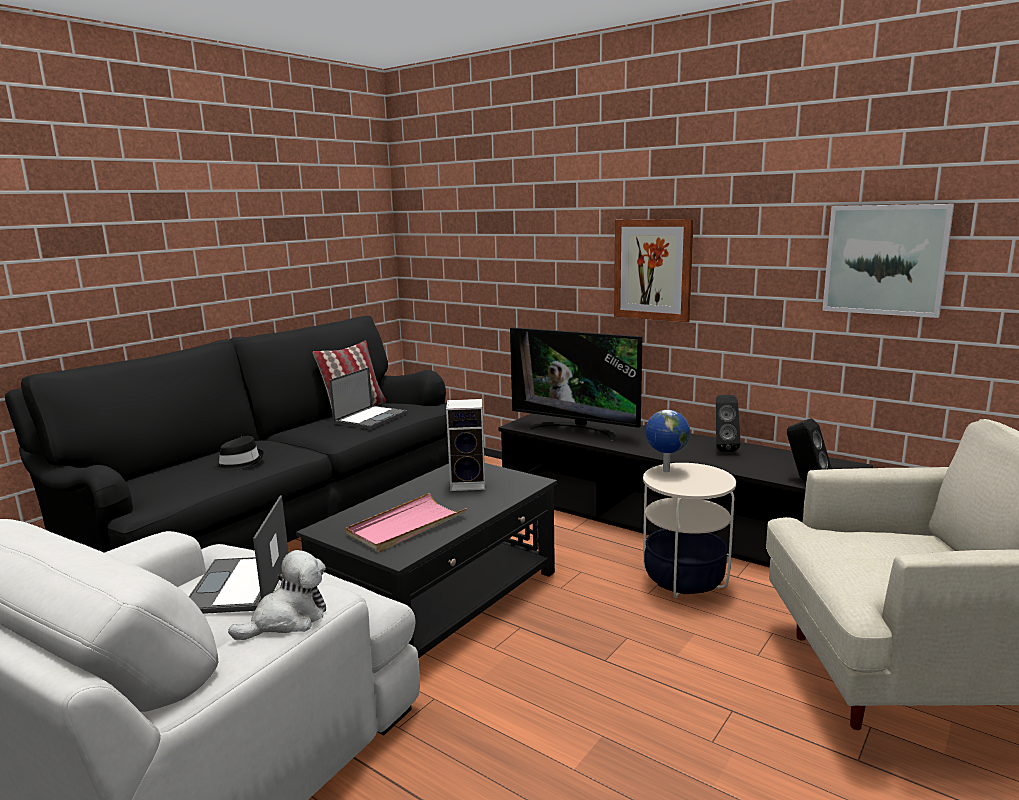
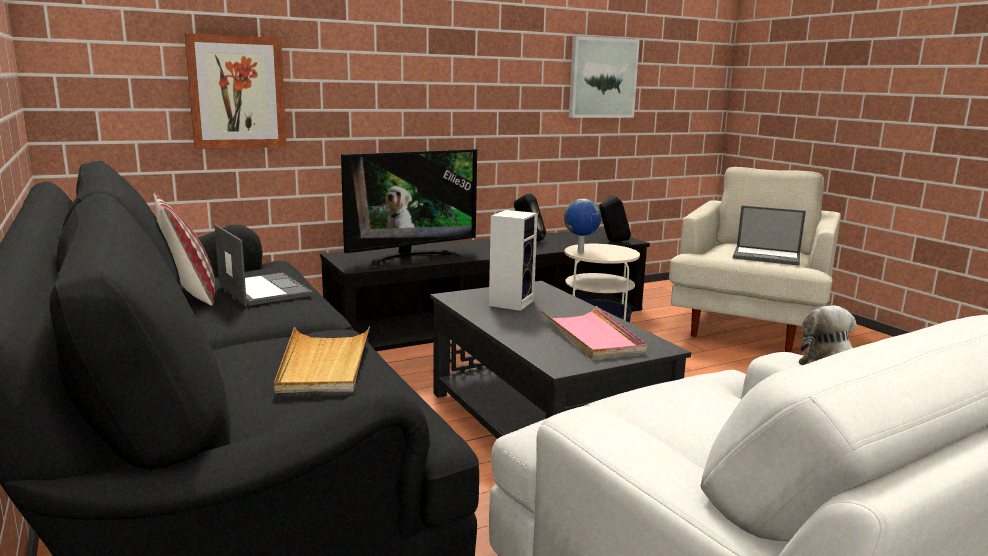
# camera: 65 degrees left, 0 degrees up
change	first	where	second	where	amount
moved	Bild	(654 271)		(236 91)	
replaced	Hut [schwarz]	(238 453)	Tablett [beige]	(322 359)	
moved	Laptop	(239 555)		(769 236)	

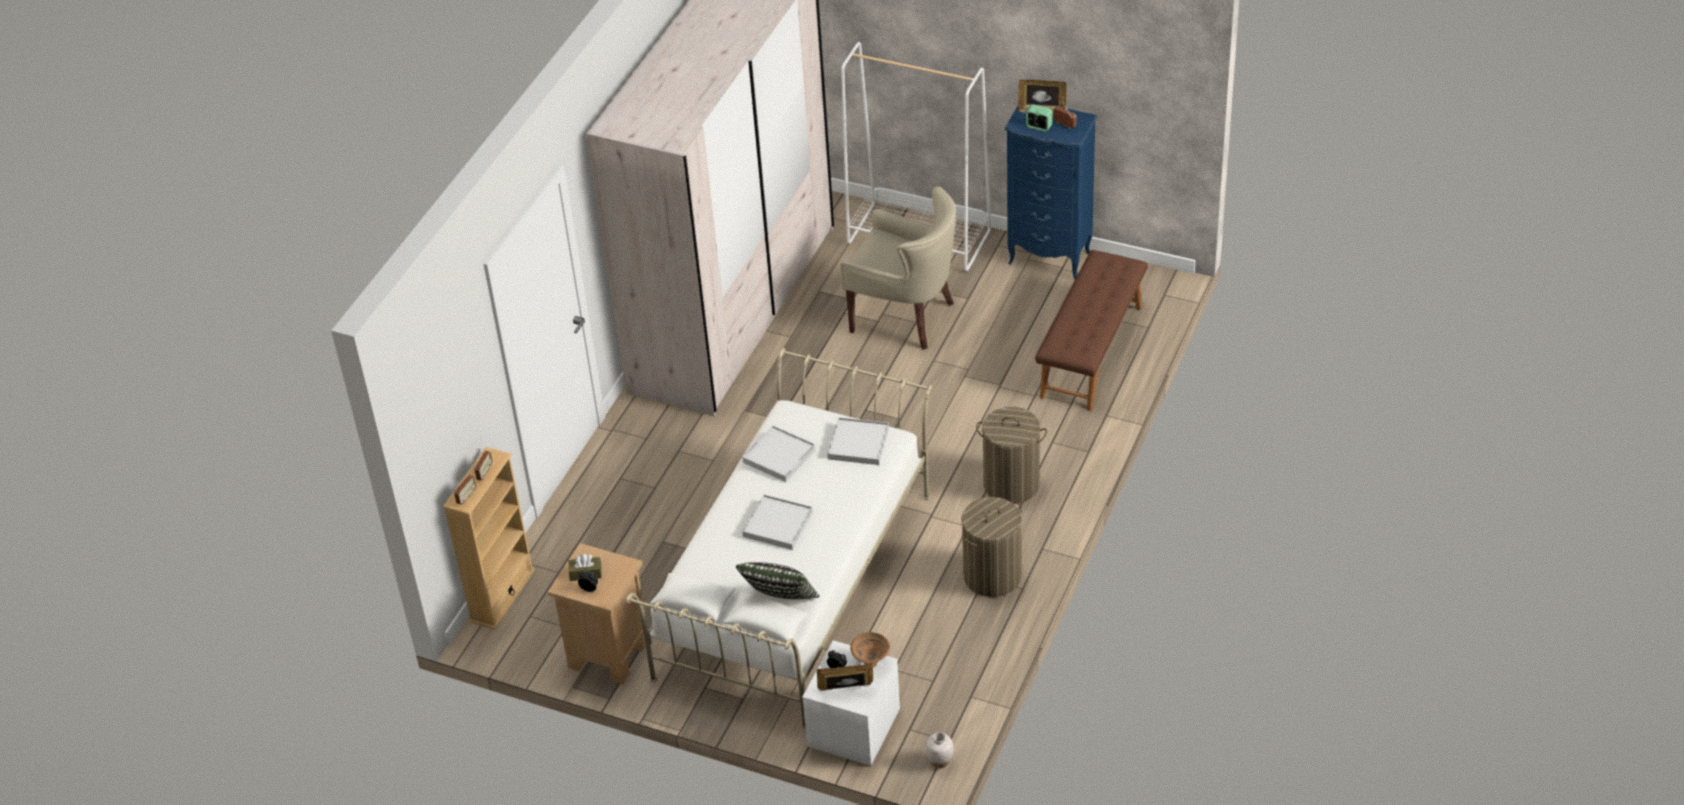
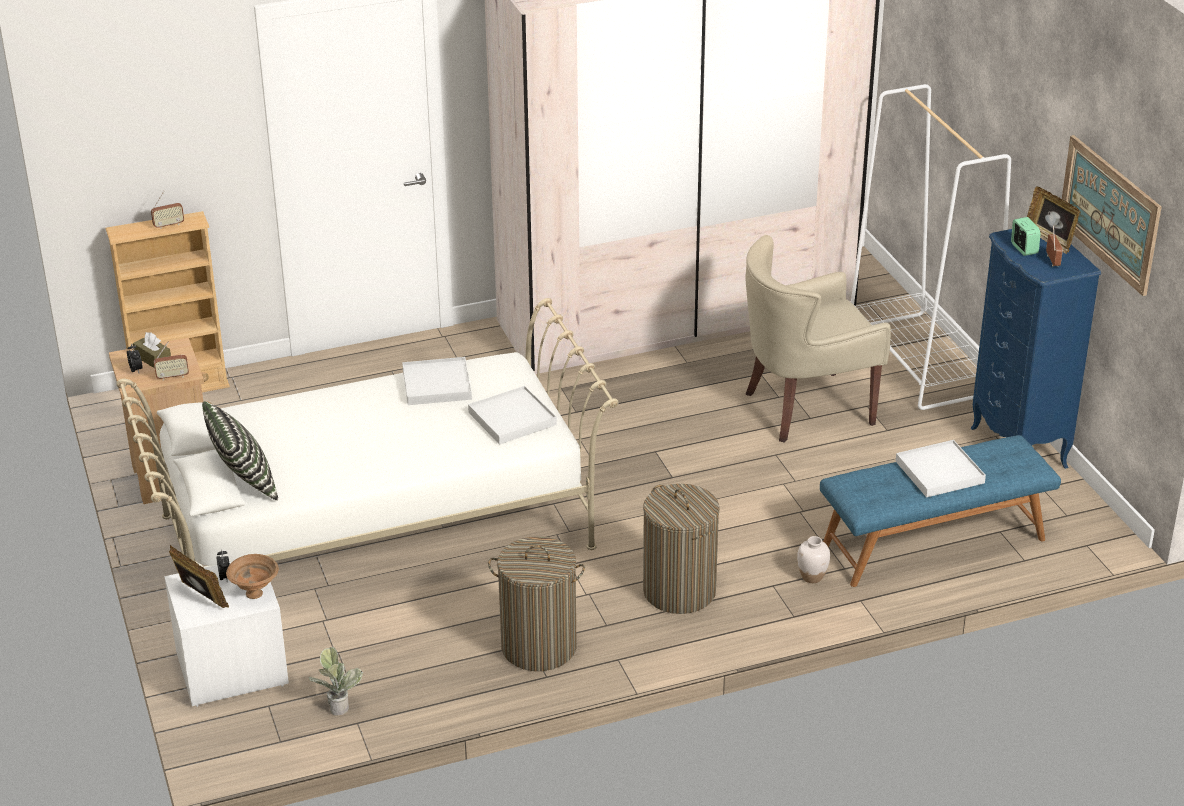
# camera: 45 degrees right, 10 degrees down
change	first	where	second	where	amount
turned	Sessel [beige]	(898 267)		(818 339)	90 degrees clockwise
recoloured	Bank [braun]	(1091 330)	Bank [blau]	(940 511)	
moved	Radio	(465 488)		(171 360)	
moved	Tablett [weiß]	(777 522)		(941 468)	
moved	Vase [weiß]	(940 750)		(813 559)	
added			Bild	(1112 215)	
added			Topfpflanze	(336 681)	

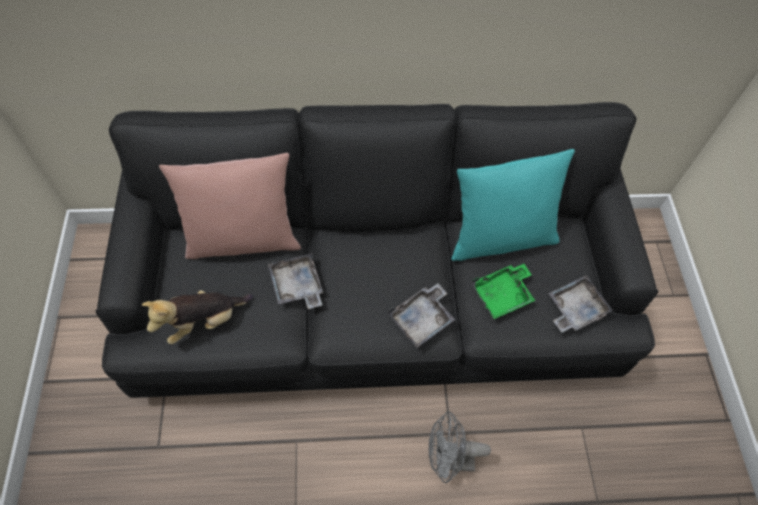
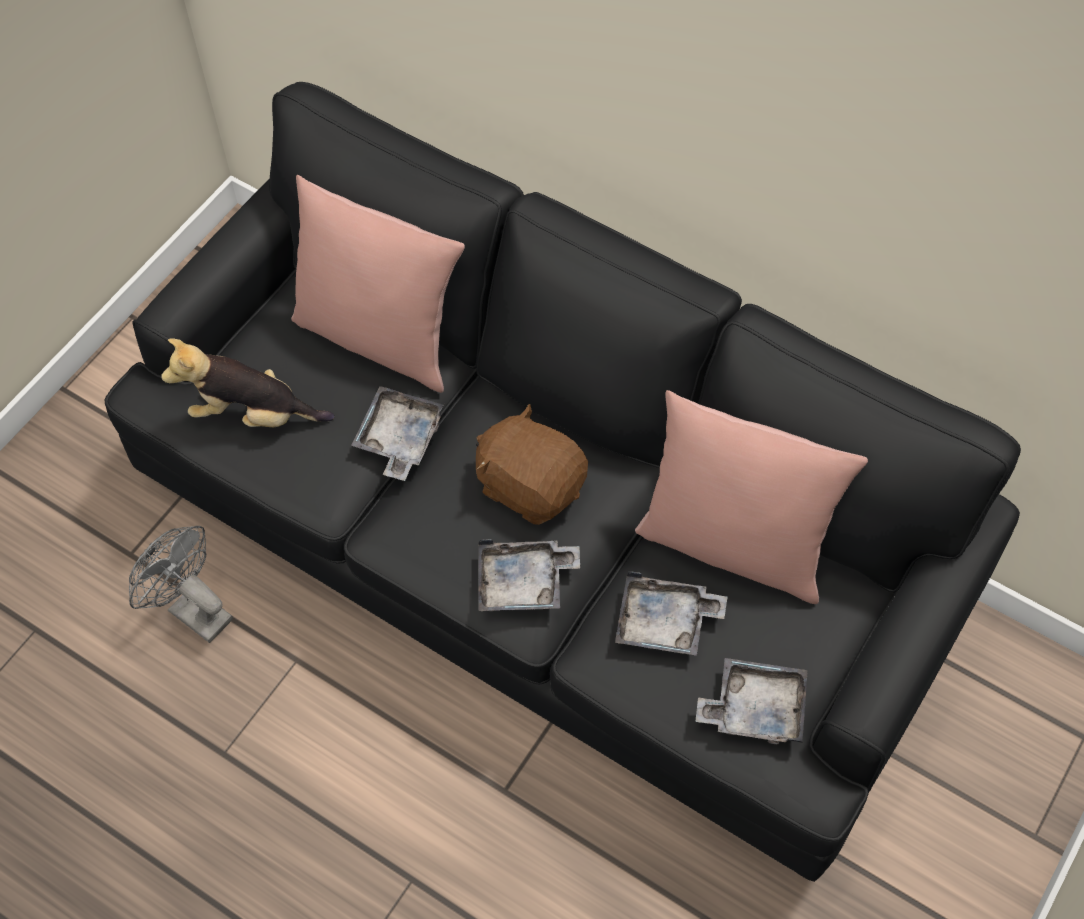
# camera: 40 degrees right, 0 degrees up
change	first	where	second	where	amount
recoloured	Kissen [türkis]	(513 205)	Kissen [rosa]	(751 497)	
recoloured	Tablett [grün]	(503 291)	Tablett [grau]	(671 613)	
moved	Ventilator [grau]	(459 447)		(181 584)	
added			Plüschtier [braun]	(532 464)	

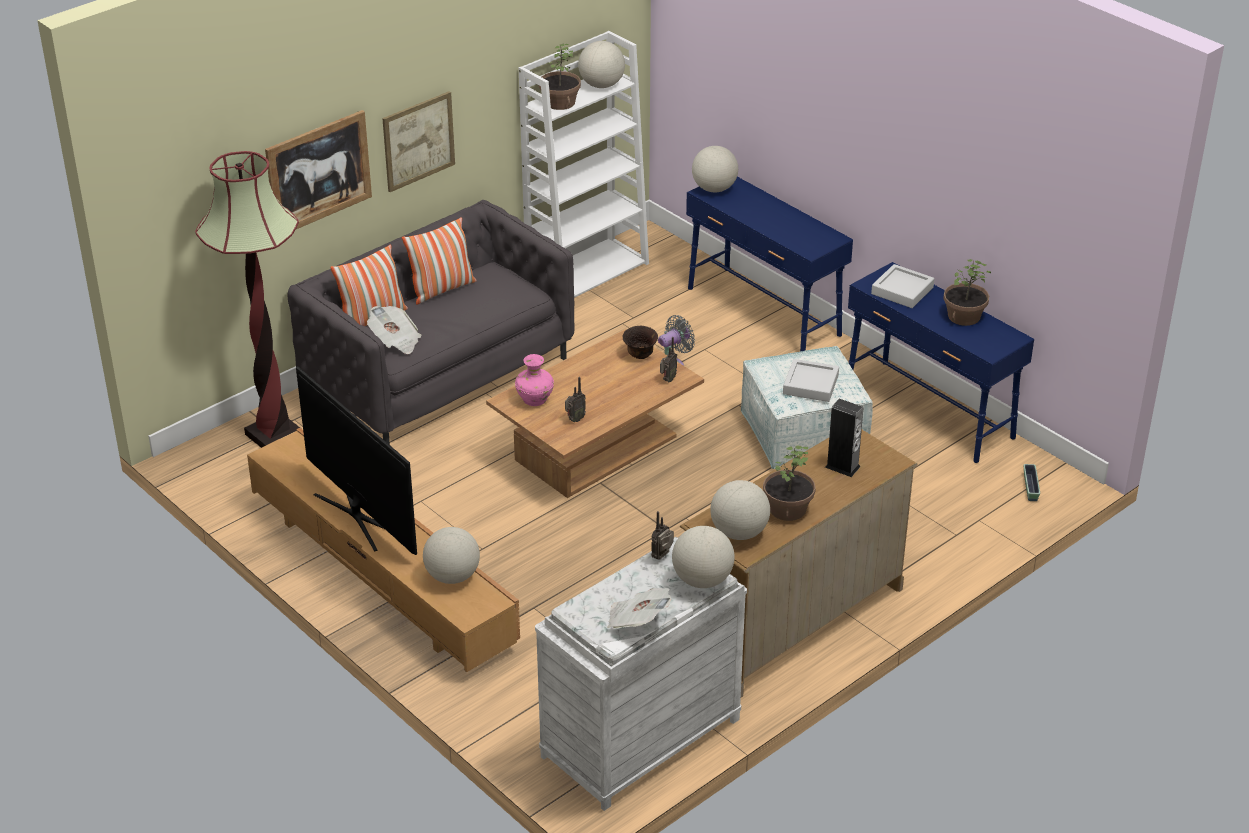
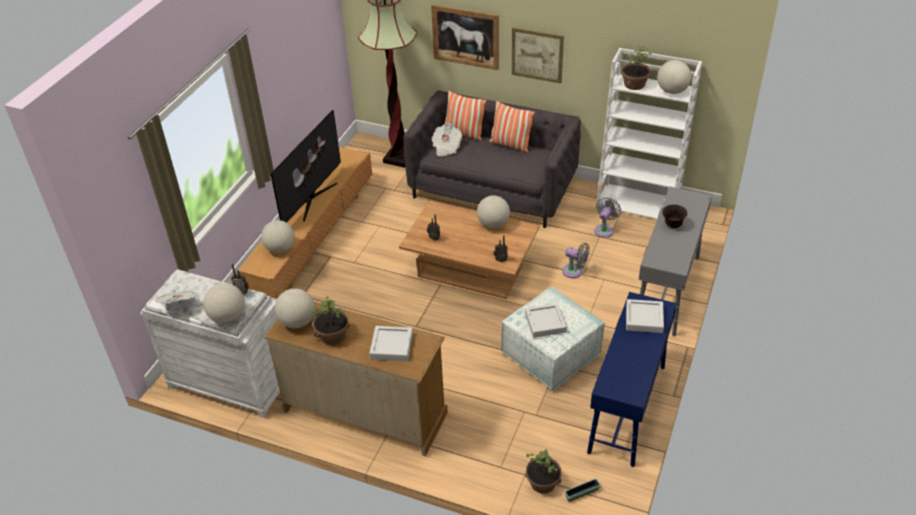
# camera: 65 degrees right, 5 degrees up
change	first	where	second	where	amount
moved	Globus	(715 169)		(493 212)	
recoloured	Konsolentisch [blau]	(769 264)	Konsolentisch [grau]	(675 261)	
moved	Topfpflanze	(967 292)		(543 471)	
moved	Schüssel [braun]	(640 342)		(675 216)	
removed	Vase [rosa]	(534 380)			
replaced	Lautsprecher	(844 438)	Tablett [grau]	(391 343)	
added			Ventilator [grau]	(607 217)	

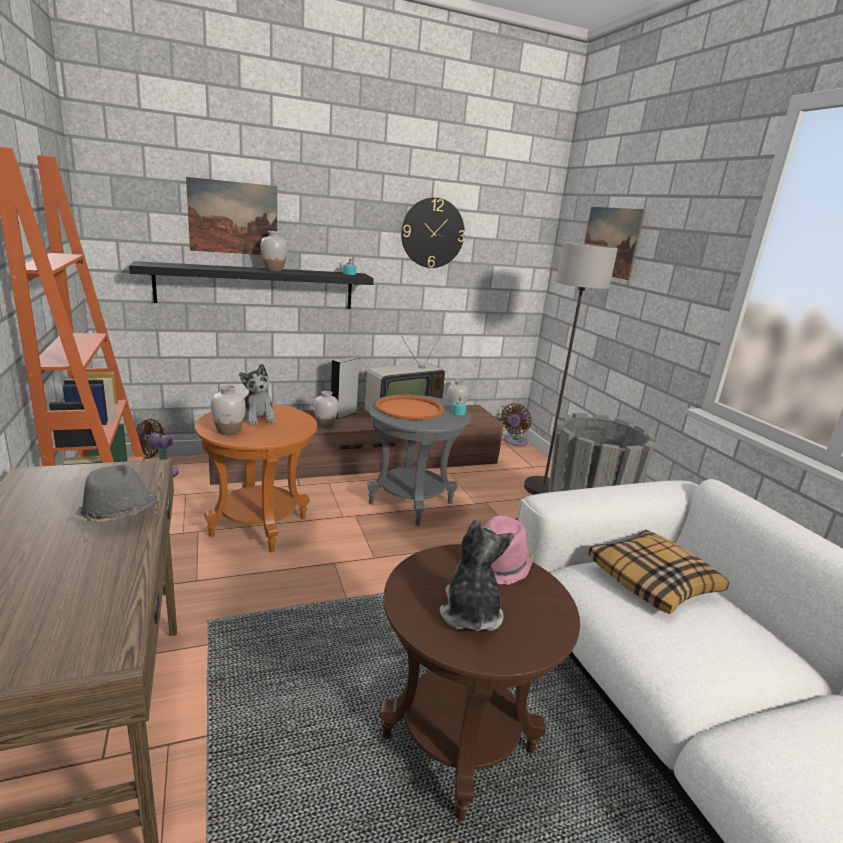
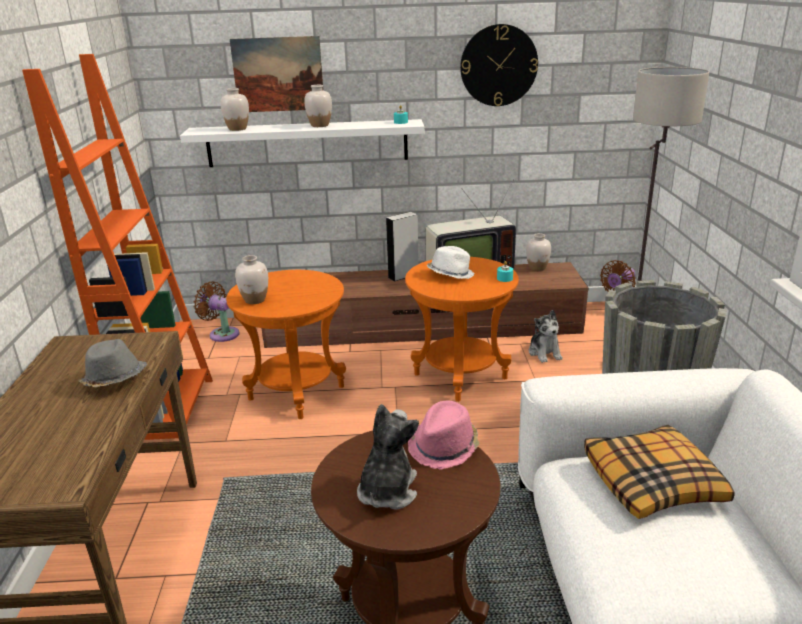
# camera: 20 degrees right, 5 degrees up
change	first	where	second	where	amount
removed	Bild	(614 243)			
recoloured	Wandregal [schwarz]	(251 285)	Wandregal [weiß]	(302 143)	
moved	Plüschtier	(257 394)		(546 336)	
moved	Vase [weiß]	(326 409)		(234 109)	
recoloured	Beistelltisch [grau]	(419 460)	Beistelltisch [orange]	(462 329)	
replaced	Tablett [orange]	(410 407)	Hut [weiß]	(451 262)	

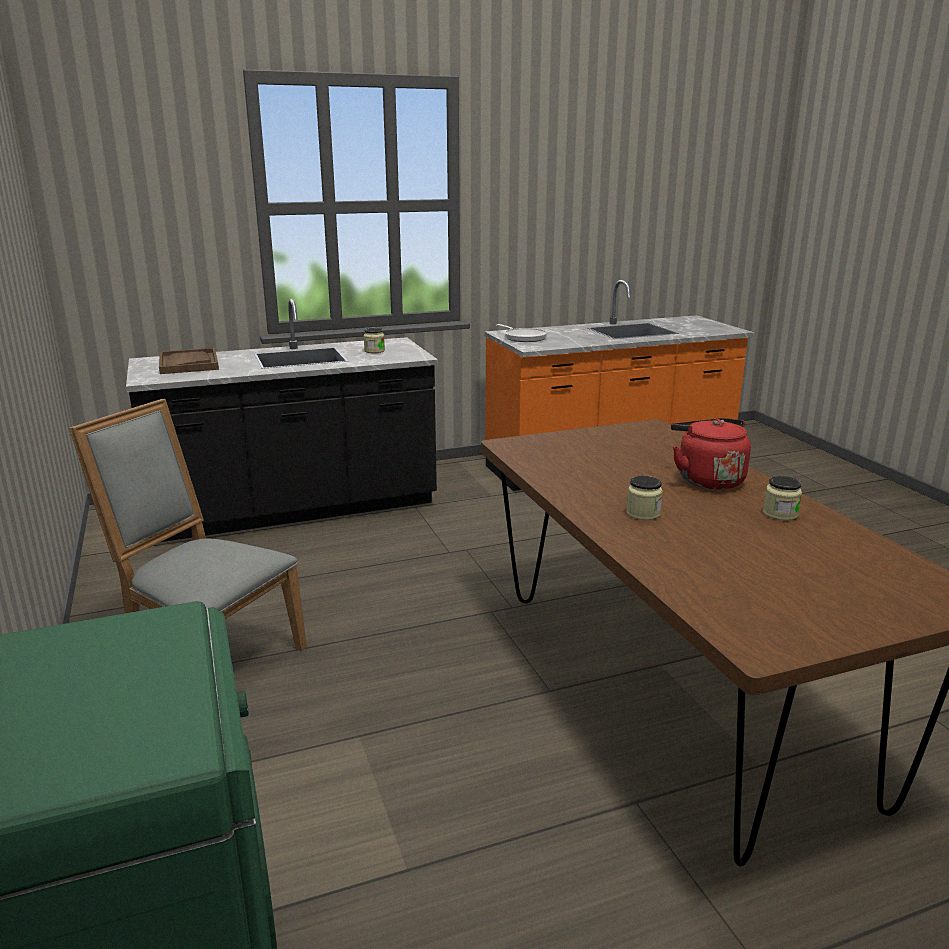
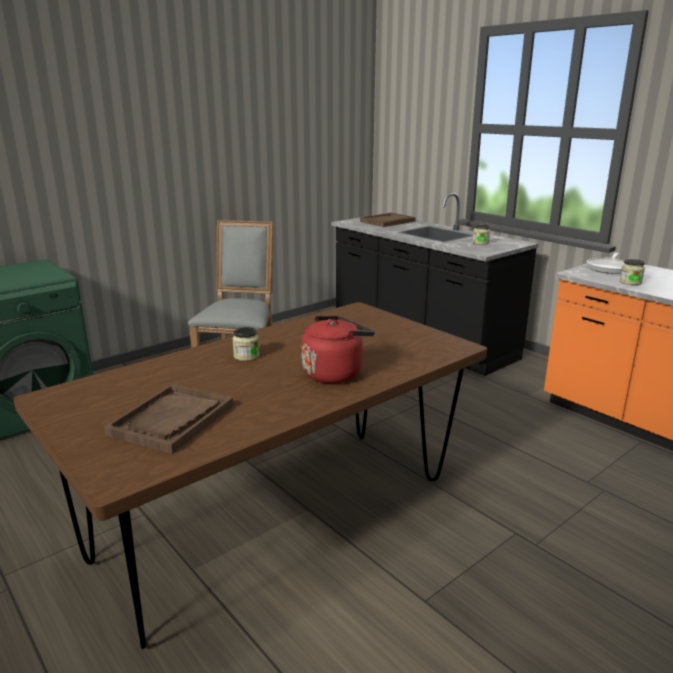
# camera: 70 degrees right, 0 degrees up
change	first	where	second	where	amount
moved	Vorratsglas	(782 498)		(632 272)	
added			Tablett [braun]	(168 419)	

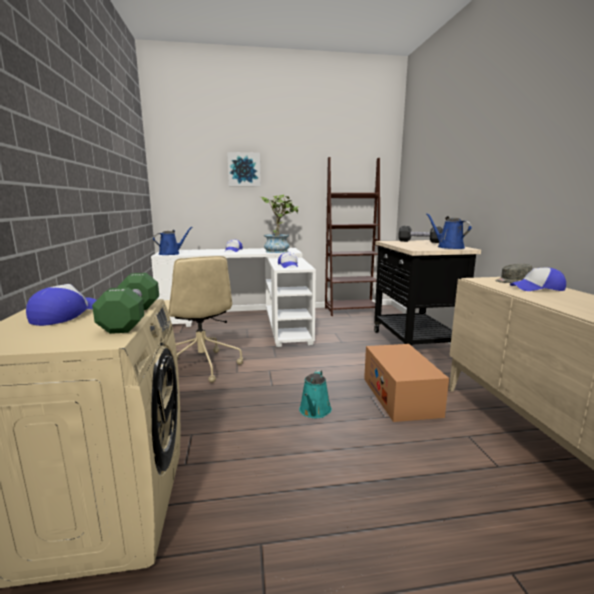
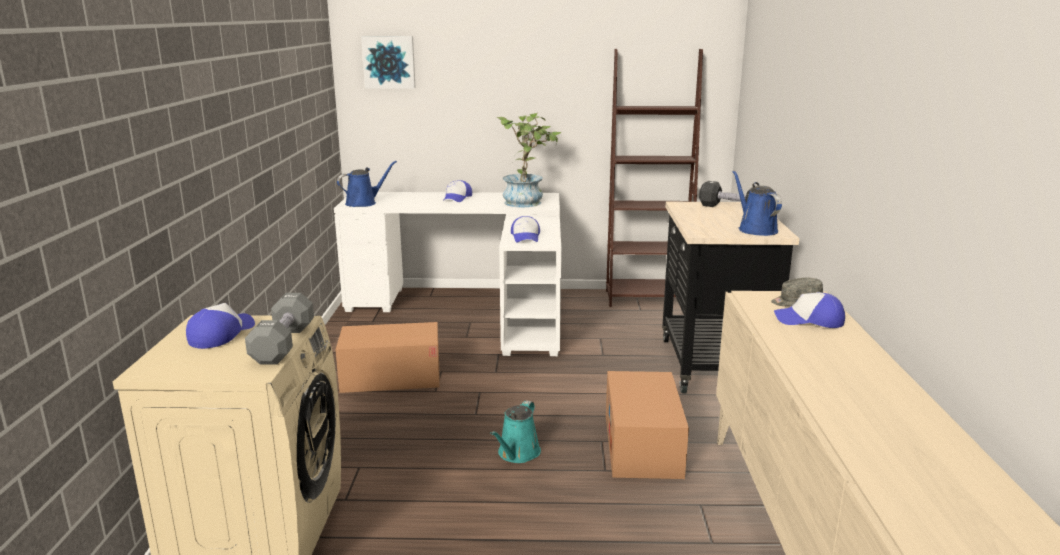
# camera: 10 degrees right, 5 degrees up
change	first	where	second	where	amount
moved	Bild	(244 169)		(388 62)	
replaced	Bürostuhl [beige]	(203 319)	Karton	(388 357)	
recoloured	Hantel [grün]	(125 303)	Hantel [grau]	(279 329)	

